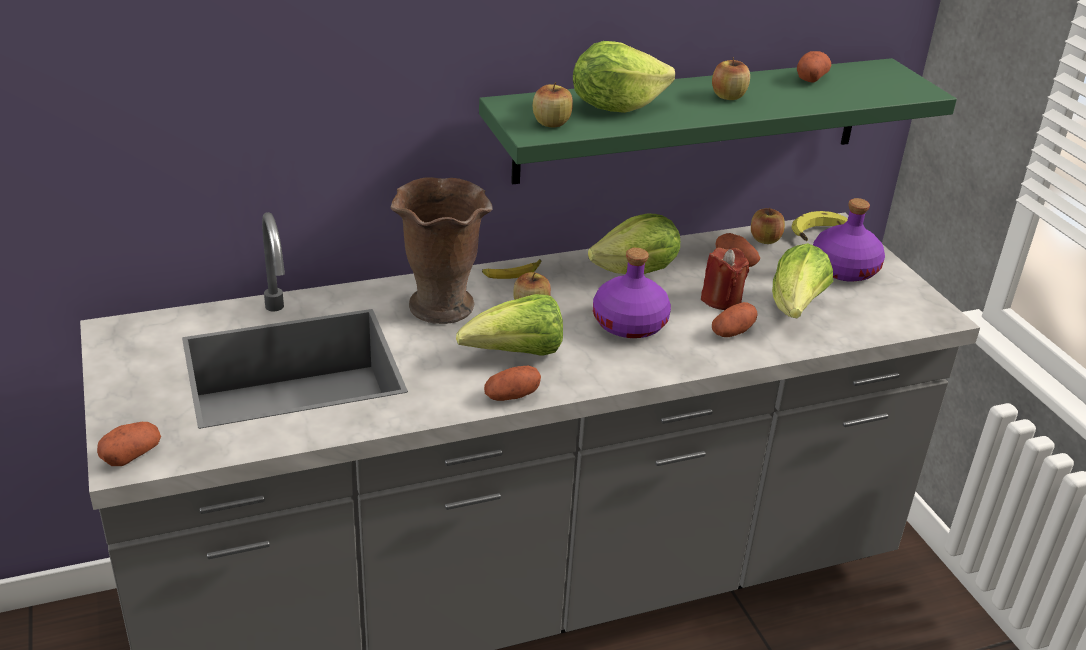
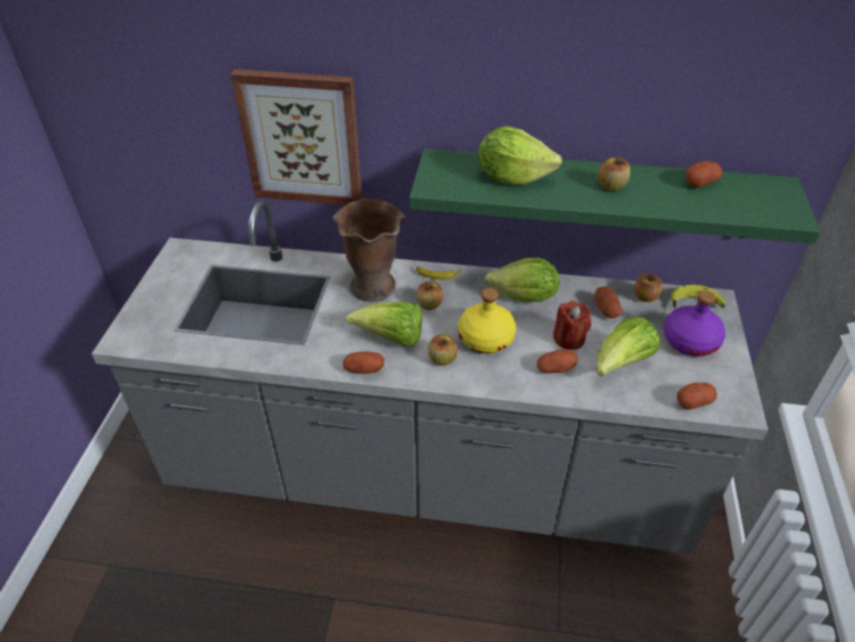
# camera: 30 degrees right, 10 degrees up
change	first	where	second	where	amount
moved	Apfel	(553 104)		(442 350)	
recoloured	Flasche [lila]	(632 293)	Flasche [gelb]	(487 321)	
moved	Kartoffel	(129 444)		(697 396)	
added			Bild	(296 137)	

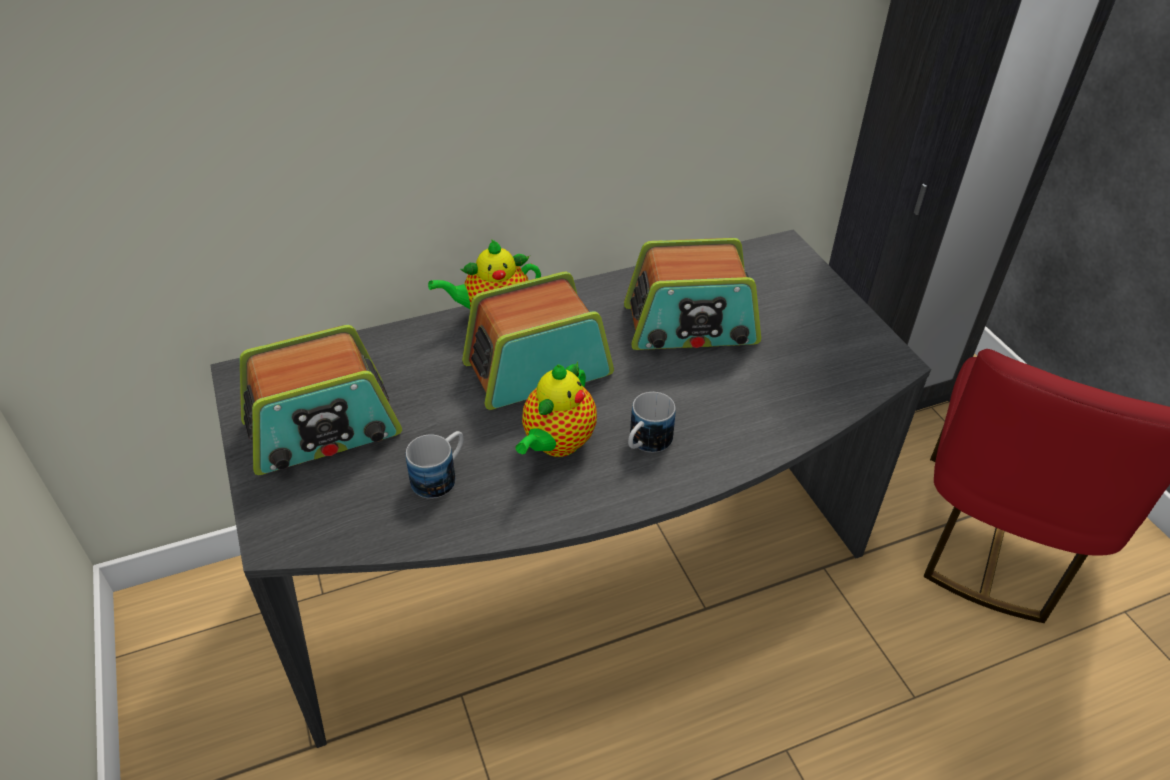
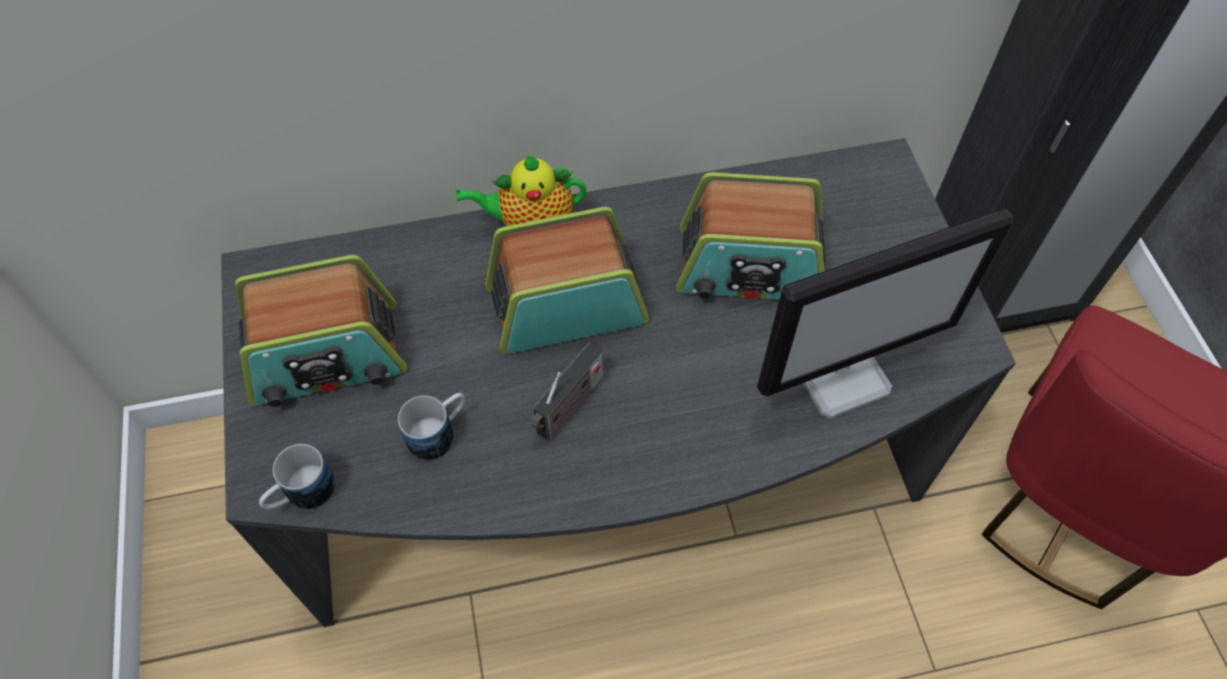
# camera: 10 degrees right, 15 degrees up
change	first	where	second	where	amount
replaced	Teekanne	(556 409)	Radio	(567 391)	
moved	Henkelbecher	(652 422)		(297 477)	
added			Monitor	(885 314)	

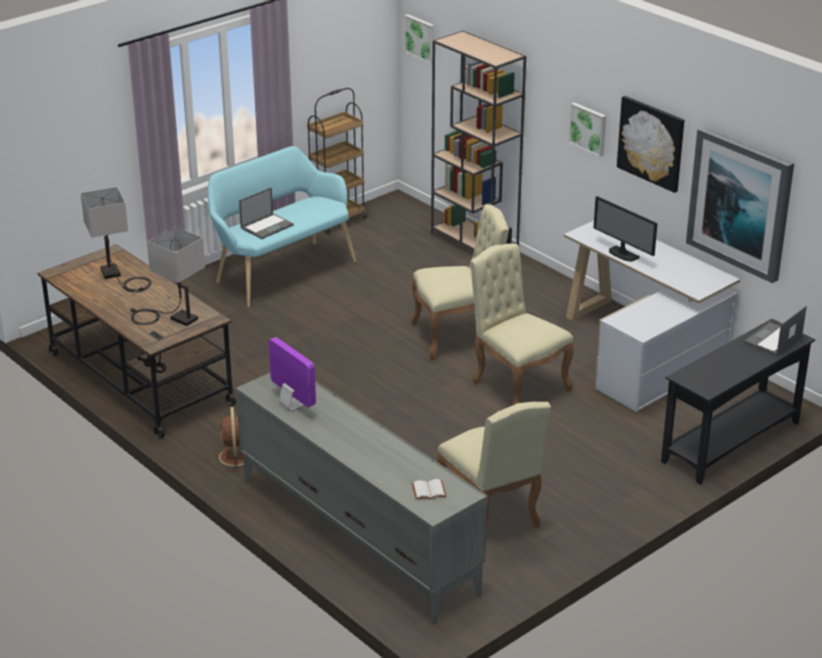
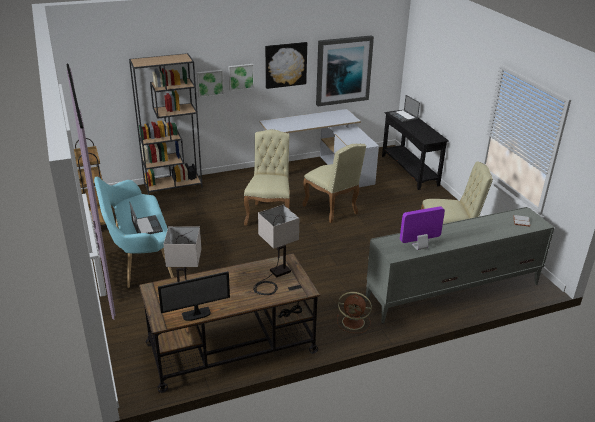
# camera: 70 degrees left, 0 degrees up
change	first	where	second	where	amount
moved	Bild	(419 39)		(210 84)	
moved	Monitor	(626 229)		(194 296)	
turned	Stuhl [beige]	(522 324)		(334 183)	105 degrees counterclockwise

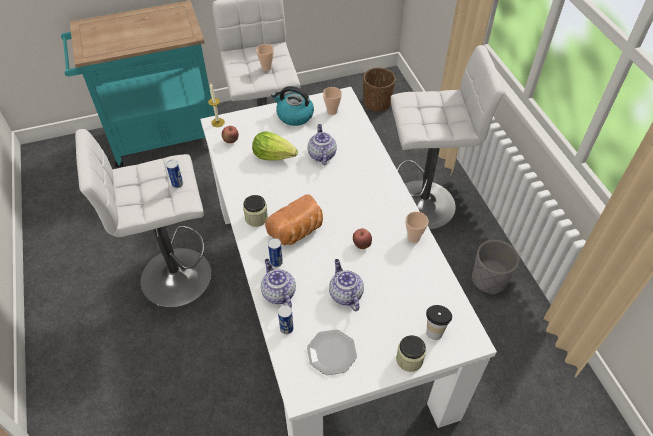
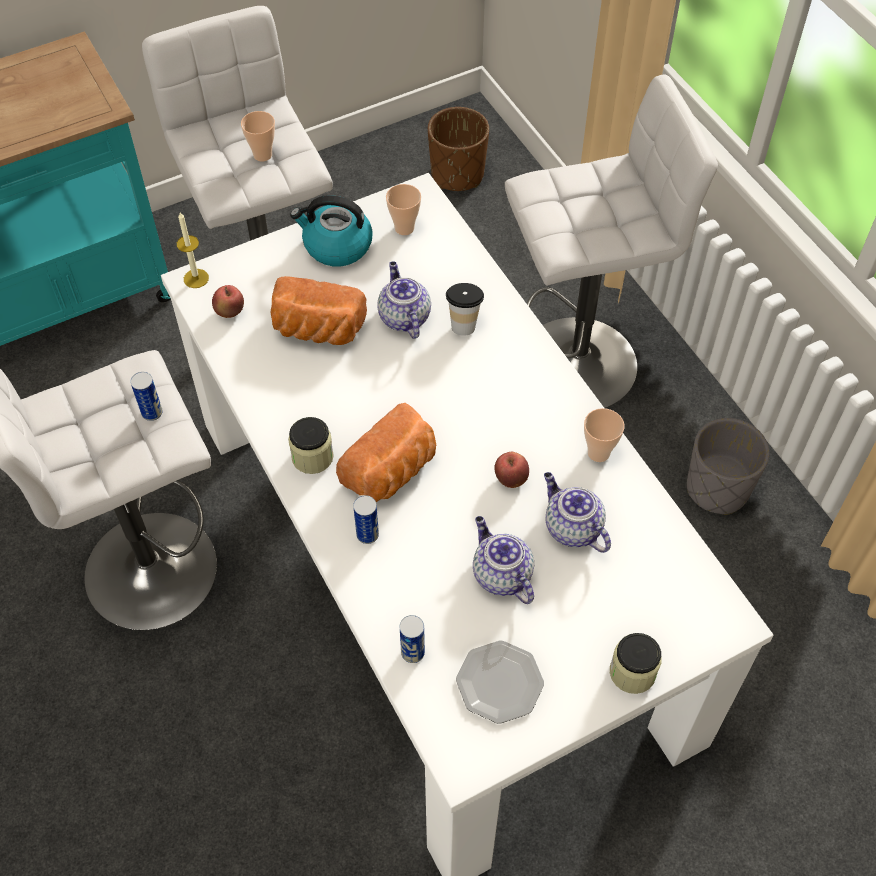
# camera: 10 degrees left, 5 degrees up
change	first	where	second	where	amount
replaced	Salatkopf	(275 146)	Brot	(318 310)	
moved	Teekanne	(278 283)		(577 512)	
moved	Tasse	(439 322)		(465 309)	

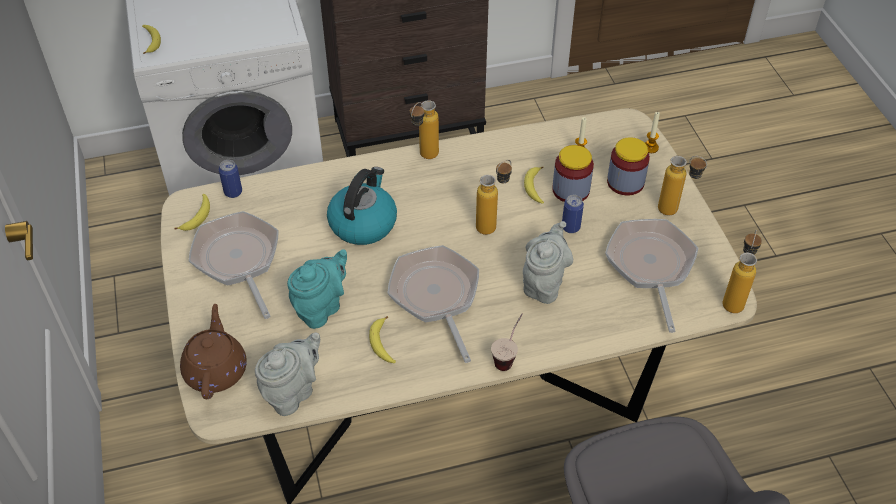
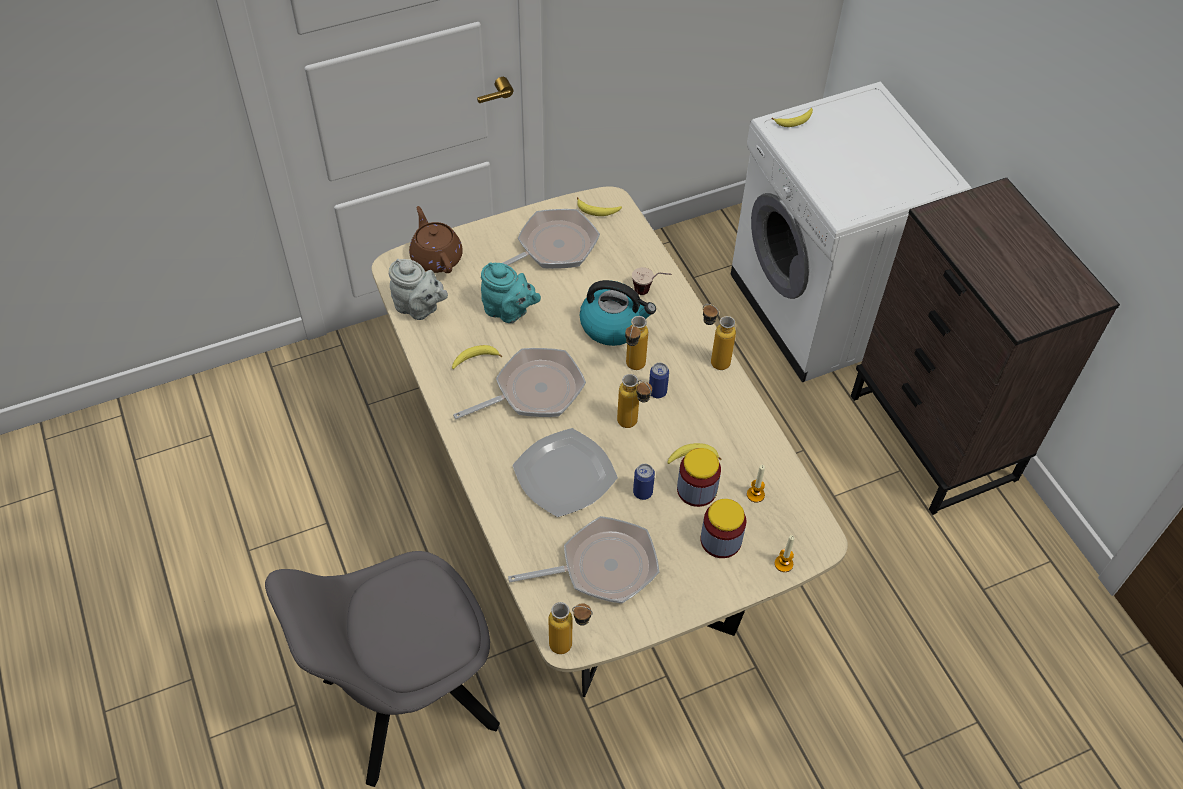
# camera: 80 degrees right, 5 degrees up
change	first	where	second	where	amount
moved	Flasche	(682 185)		(636 343)	
moved	Dose	(230 179)		(659 380)	
replaced	Teekanne [grau]	(548 262)	Teller	(565 472)	
turned	Teekanne [braun]	(213 351)		(436 239)	105 degrees counterclockwise
moved	Tasse	(507 342)		(652 281)	

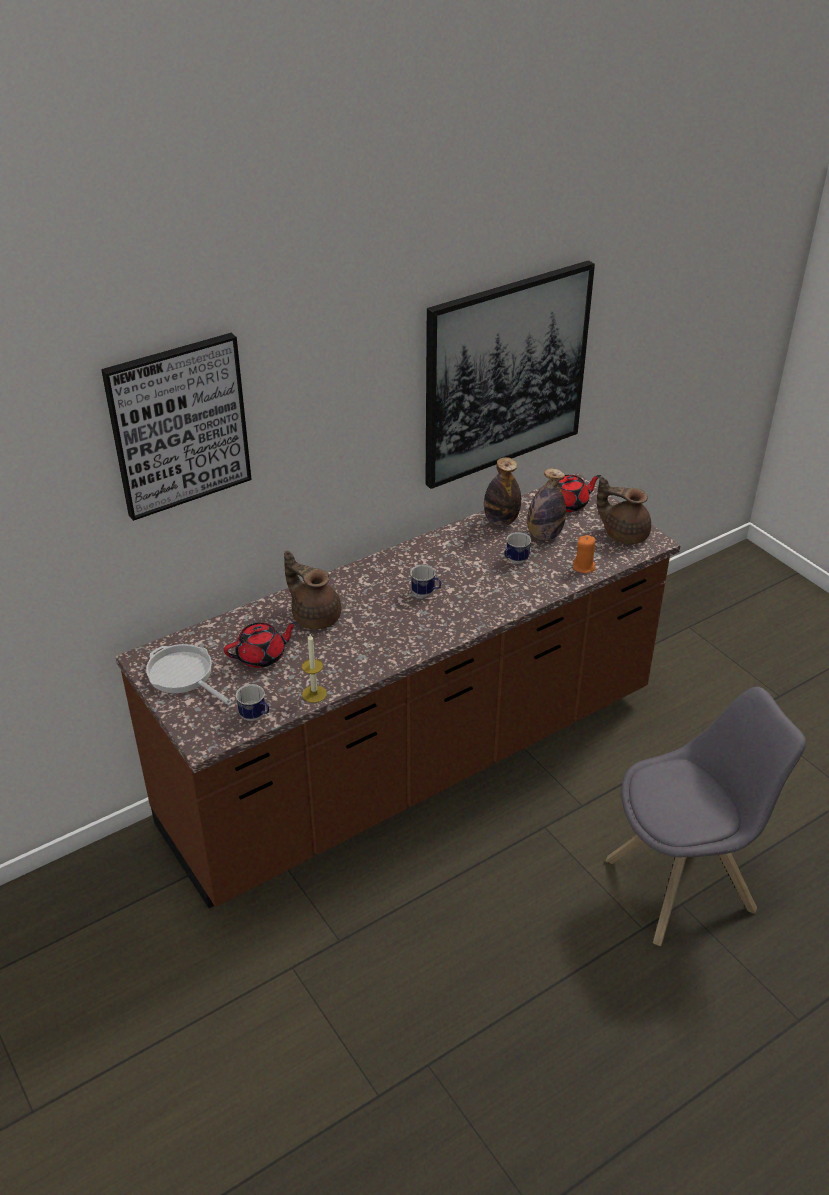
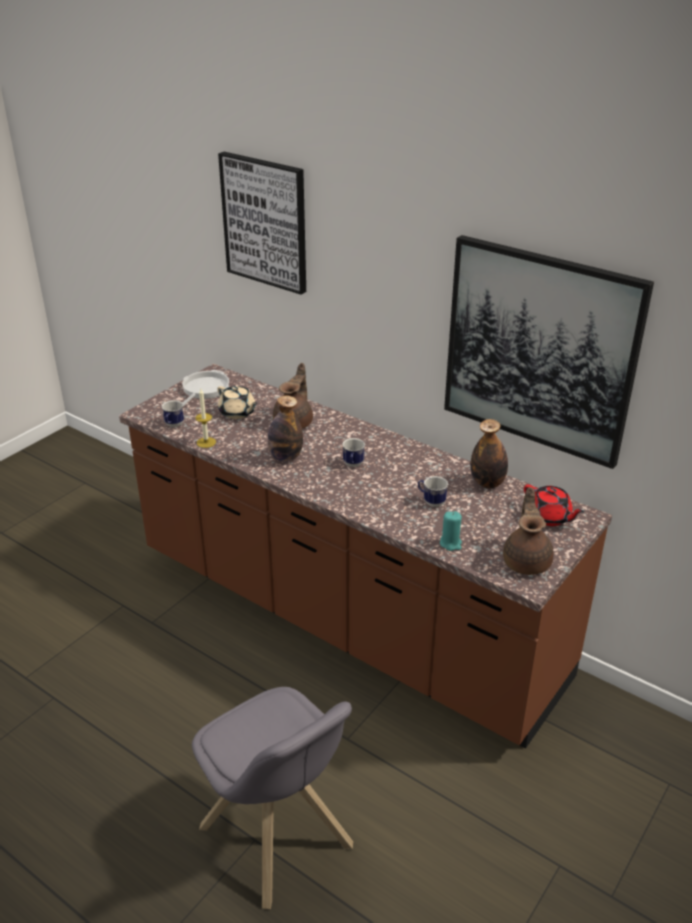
# camera: 70 degrees right, 5 degrees down
change	first	where	second	where	amount
moved	Flasche	(546 504)		(285 428)	
recoloured	Kerze [orange]	(584 554)	Kerze [türkis]	(451 531)	
recoloured	Teekanne [rot]	(261 645)	Teekanne [beige]	(237 402)	

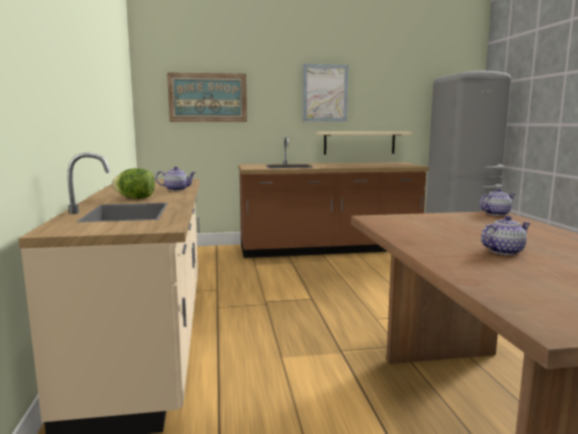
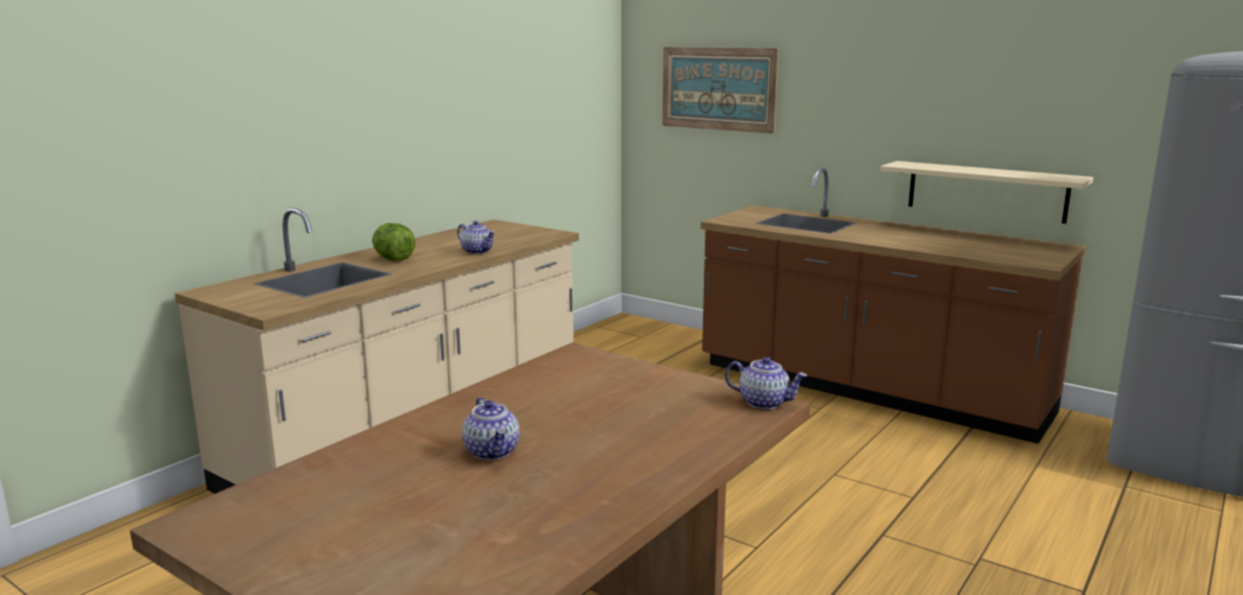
# camera: 45 degrees right, 5 degrees up
change	first	where	second	where	amount
removed	Bild	(326 93)			
turned	Teekanne	(506 235)		(490 428)	45 degrees clockwise

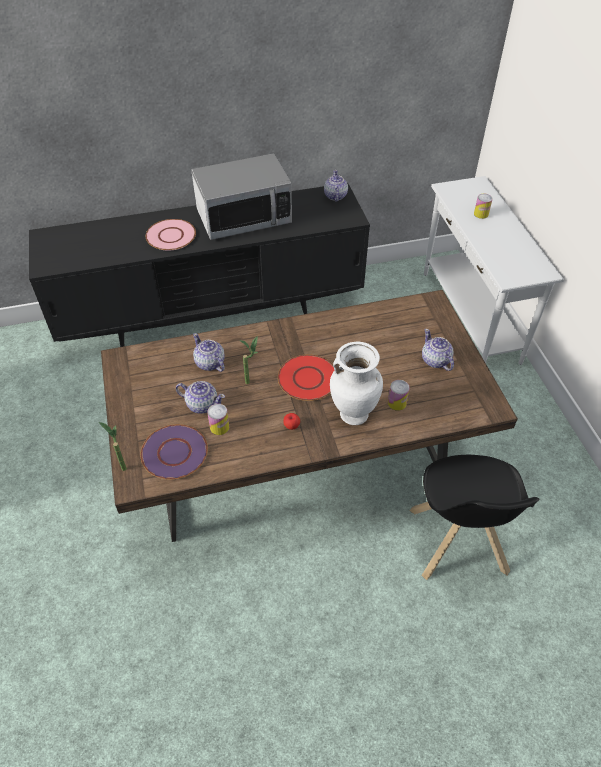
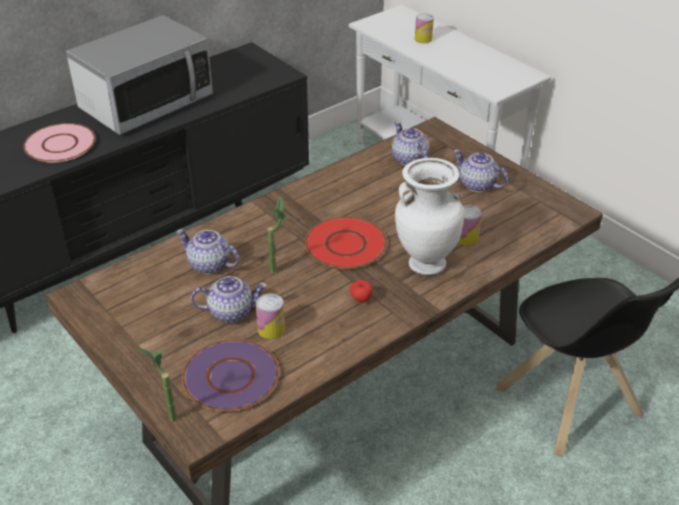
# camera: 25 degrees left, 10 degrees down
change	first	where	second	where	amount
moved	Teekanne	(336 186)		(410 144)	

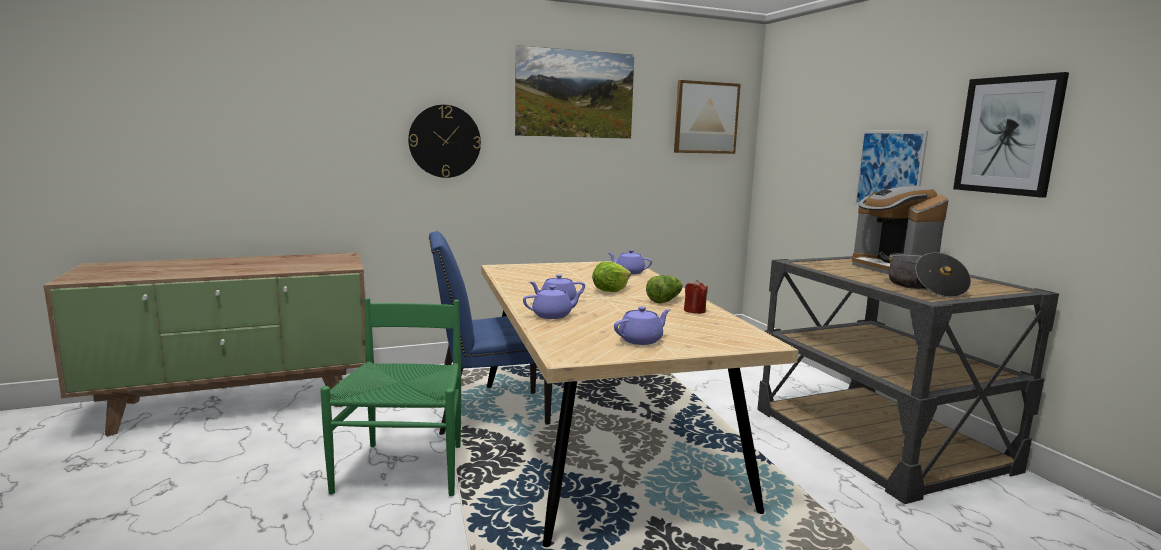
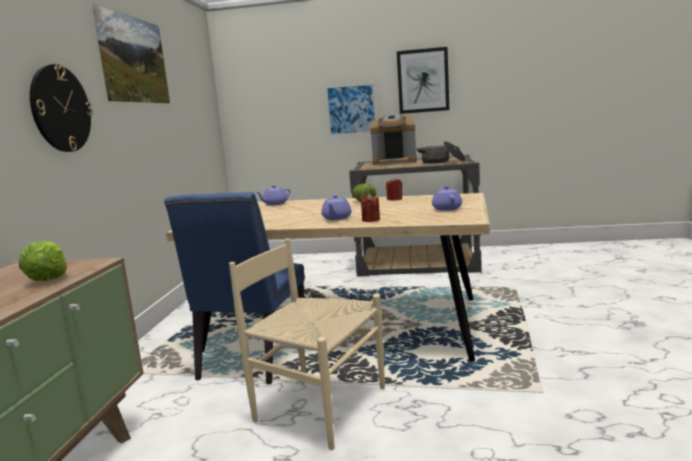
# camera: 60 degrees left, 0 degrees up
change	first	where	second	where	amount
removed	Bild	(707 117)			
moved	Salatkopf	(611 277)		(43 261)	
replaced	Teekanne [lila]	(553 302)	Kerze [rot]	(370 208)	
recoloured	Stuhl [grün]	(390 397)	Stuhl [beige]	(307 344)	

